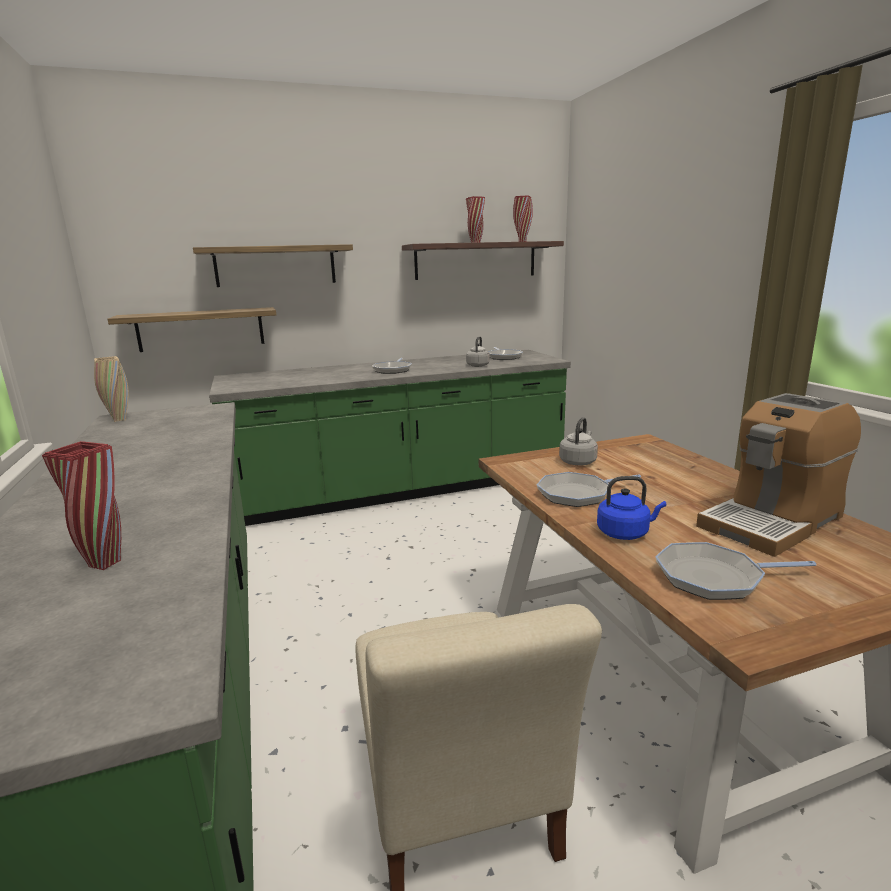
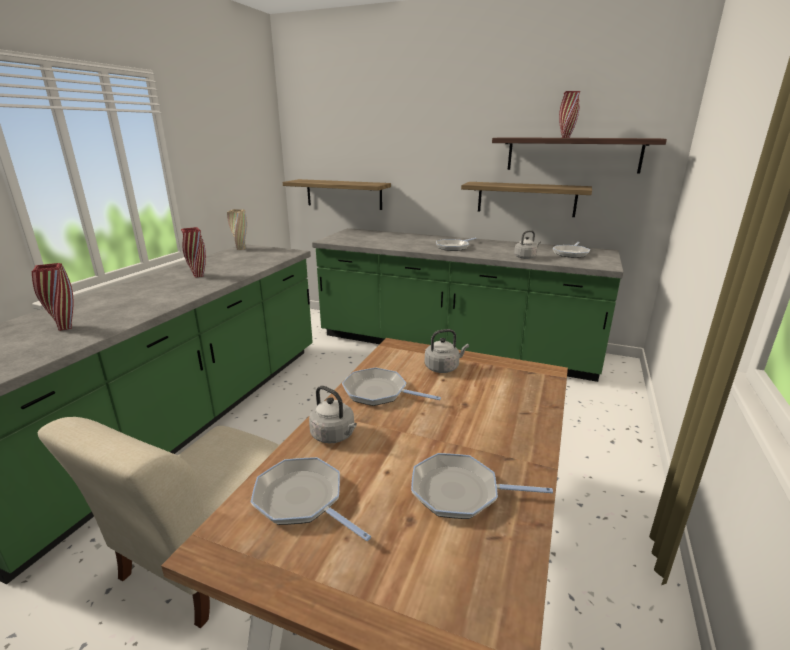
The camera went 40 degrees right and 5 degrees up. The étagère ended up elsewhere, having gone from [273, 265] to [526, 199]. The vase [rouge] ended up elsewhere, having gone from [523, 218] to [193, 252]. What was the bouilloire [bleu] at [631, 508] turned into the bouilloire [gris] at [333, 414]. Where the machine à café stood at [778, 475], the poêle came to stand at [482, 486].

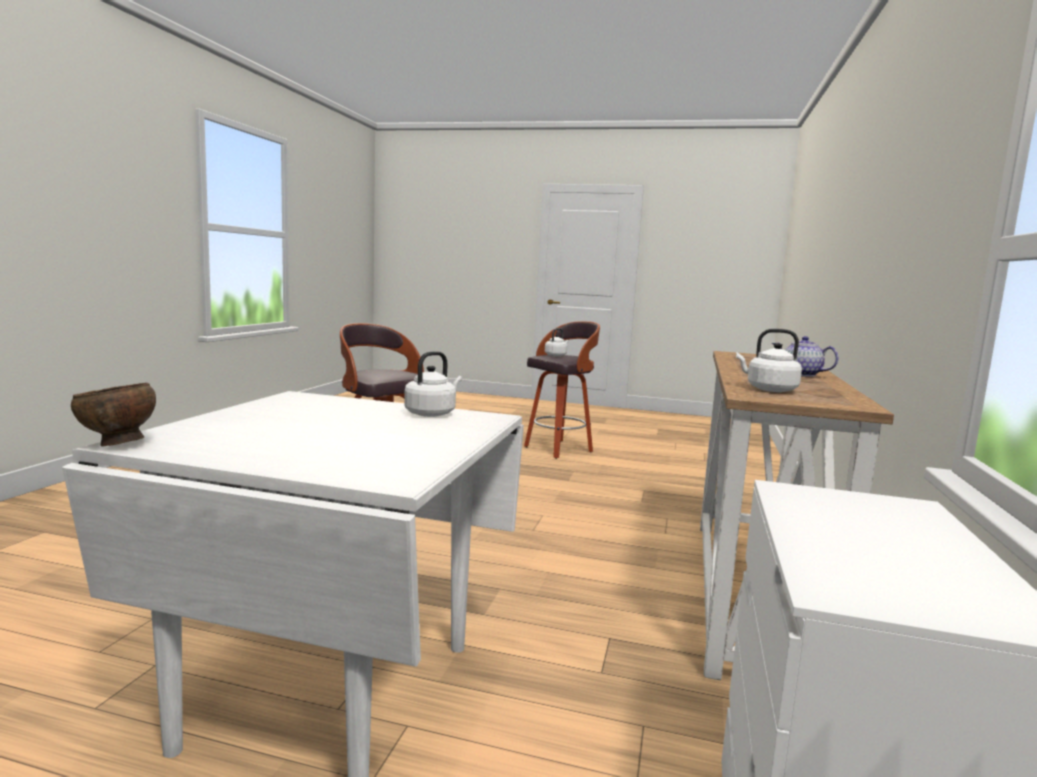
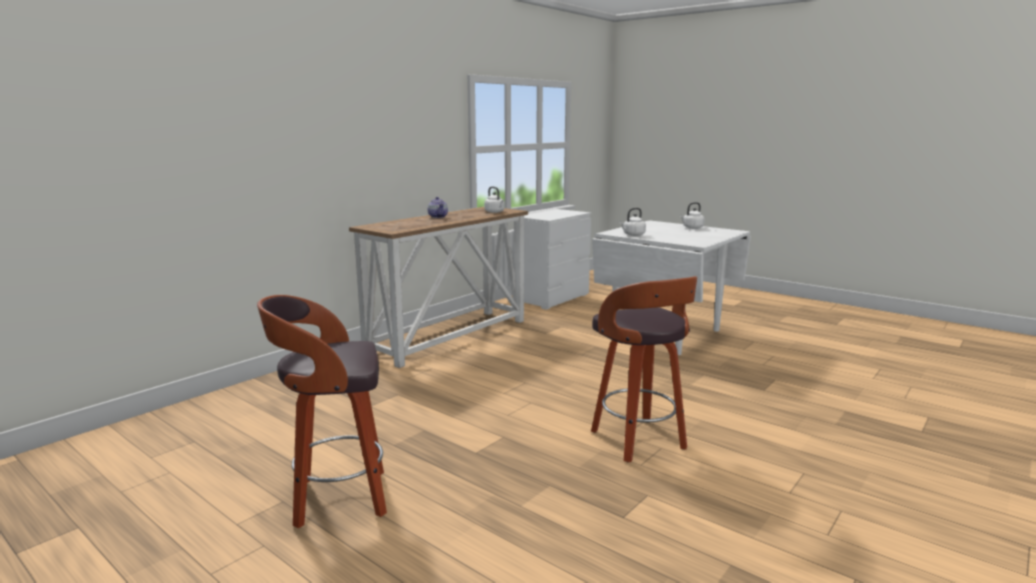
The camera went 155 degrees left and 5 degrees up. The second view lost the bol [marron] at [113, 415]. The bouilloire [blanc] ended up elsewhere, having gone from [557, 342] to [692, 215].

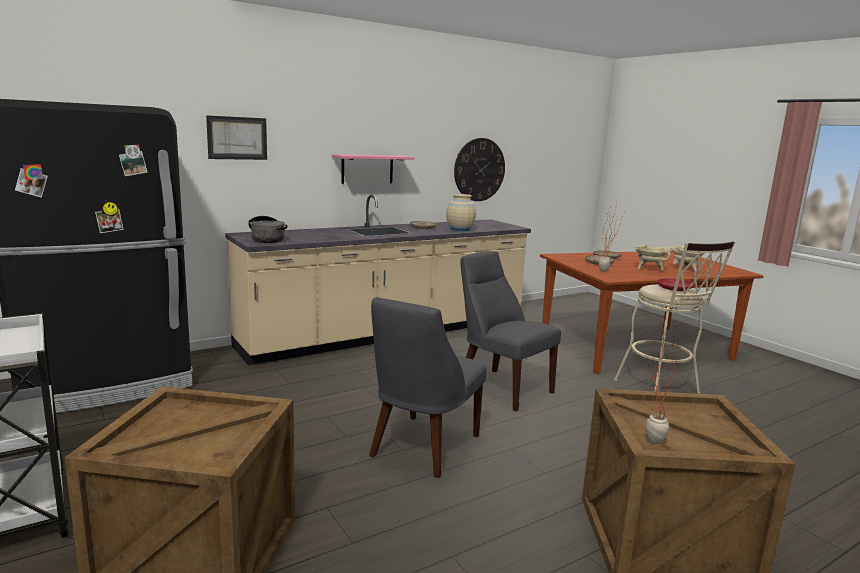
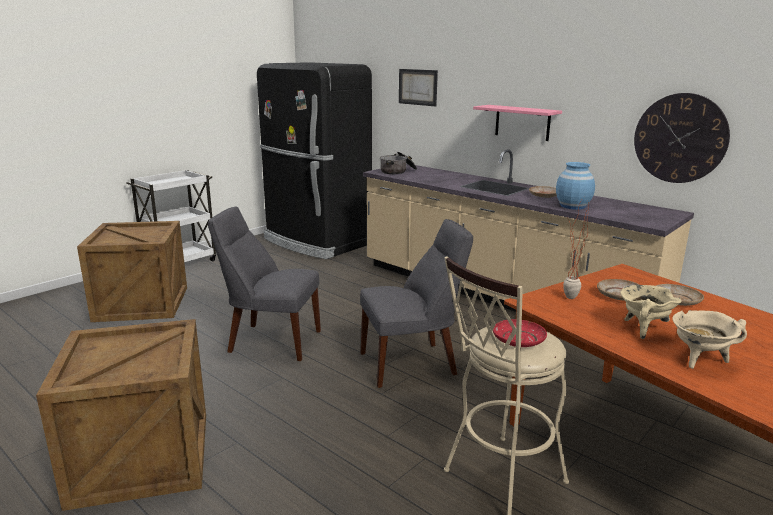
The camera went 75 degrees right and 5 degrees up. What was the vase [beige] at [461, 212] turned into the vase [bleu] at [575, 186]. The chaise [gris] at [510, 331] ended up facing another way, 45 degrees clockwise from before. The second view lost the plante en pot at [662, 377].

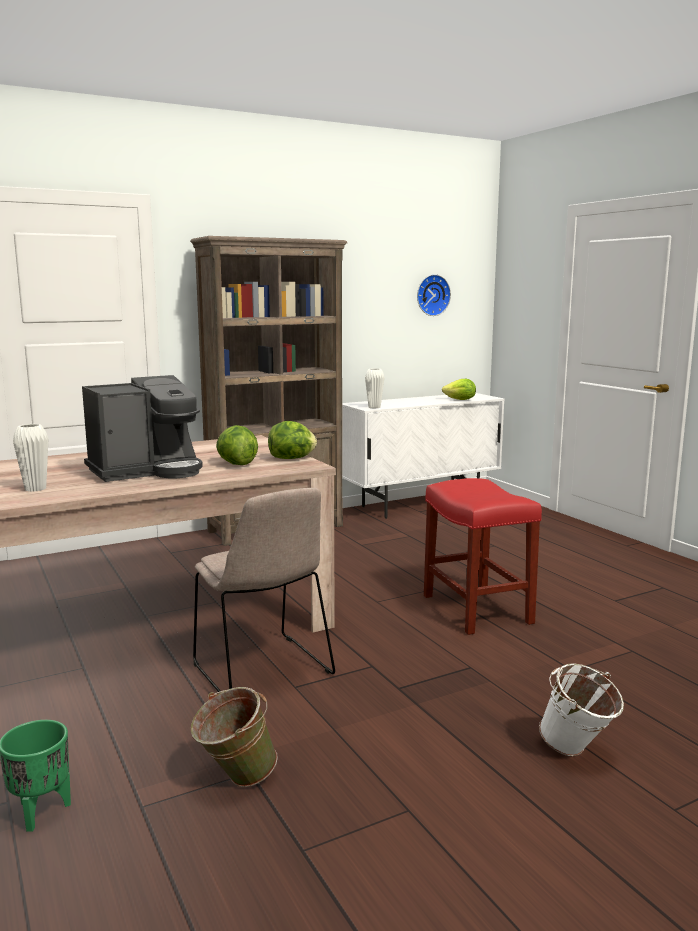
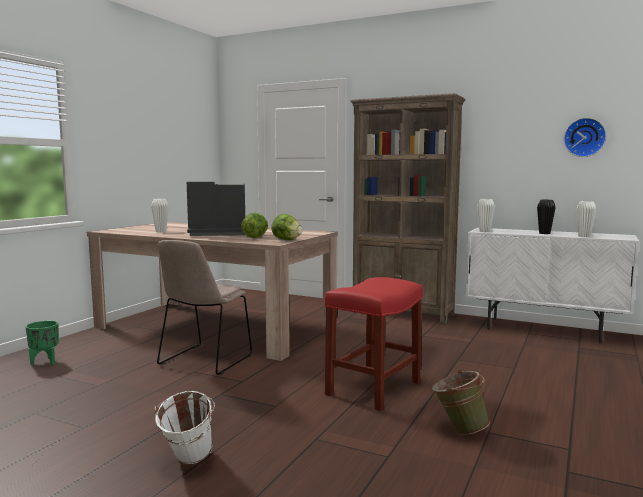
The camera went 55 degrees right and 5 degrees down. The machine à café at [142, 428] ended up facing another way, 150 degrees clockwise from before. The seau [vert] ended up elsewhere, having gone from [234, 737] to [461, 402]. Where the laitue stood at [459, 389], the vase [blanc] came to stand at [586, 219]. The second view gained the vase [noir] at [546, 217].

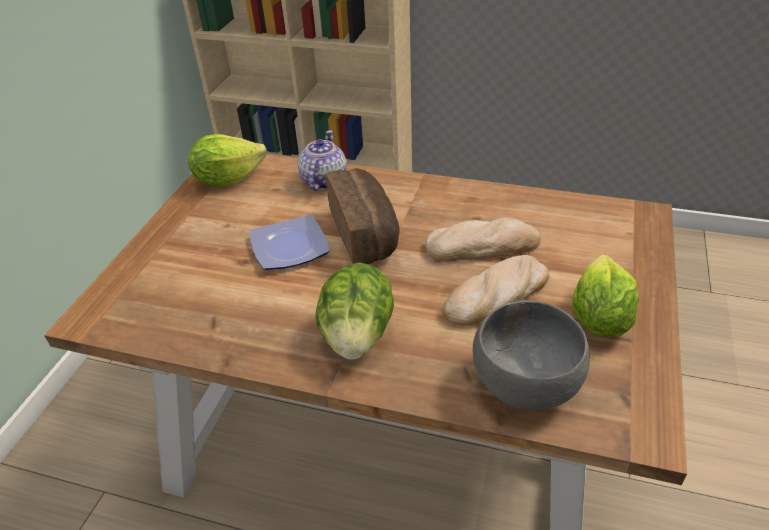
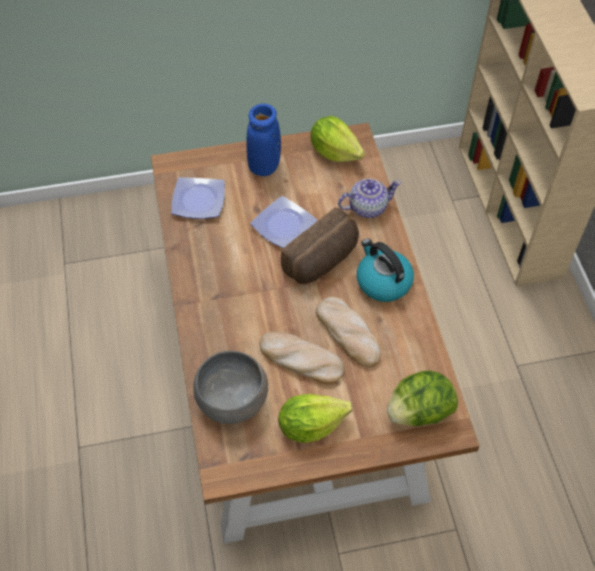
The camera went 60 degrees right and 15 degrees up. The laitue ended up elsewhere, having gone from [355, 311] to [422, 398]. The second view gained the assiette at [198, 198]. The second view gained the vase [bleu] at [263, 140]. The second view gained the bouilloire at [385, 270].

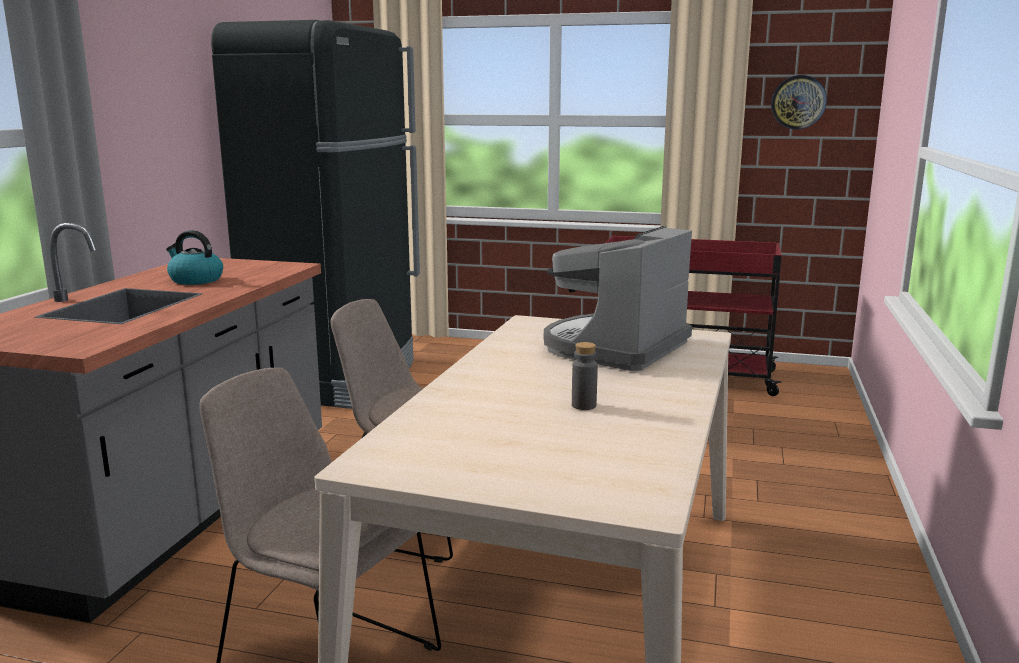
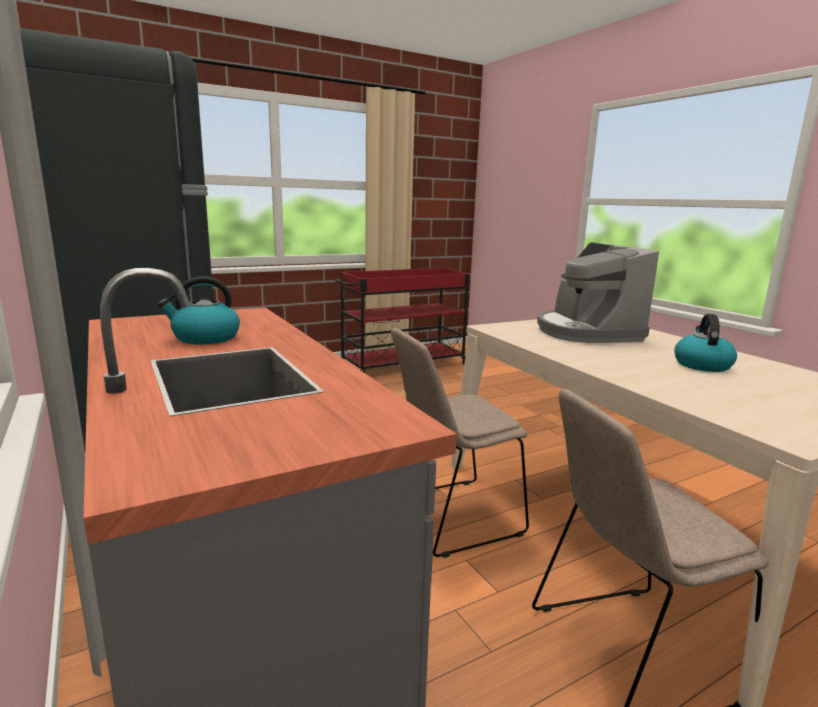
The camera went 45 degrees left and 0 degrees up. Where the bouteille [gris] stood at [585, 376], the bouilloire came to stand at [705, 343]. The second view lost the horloge murale at [799, 102].

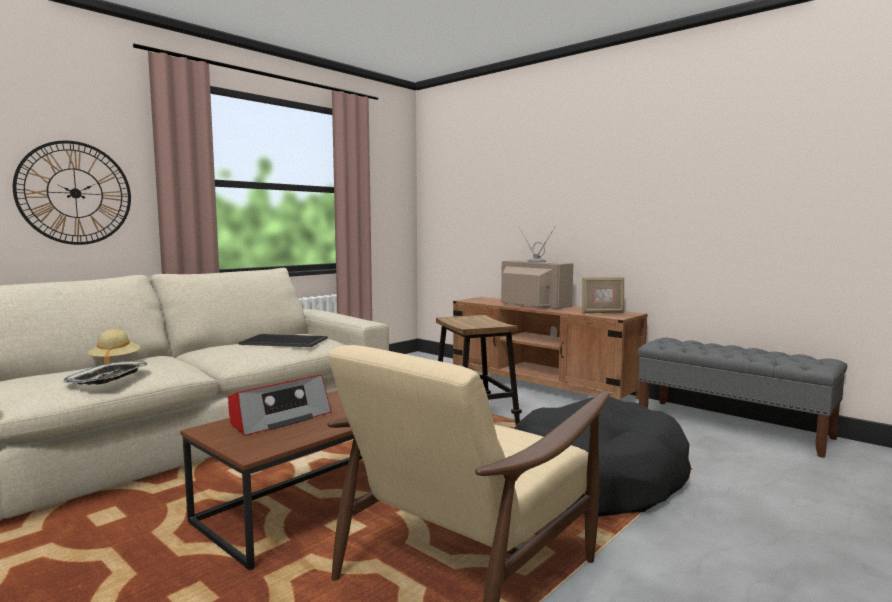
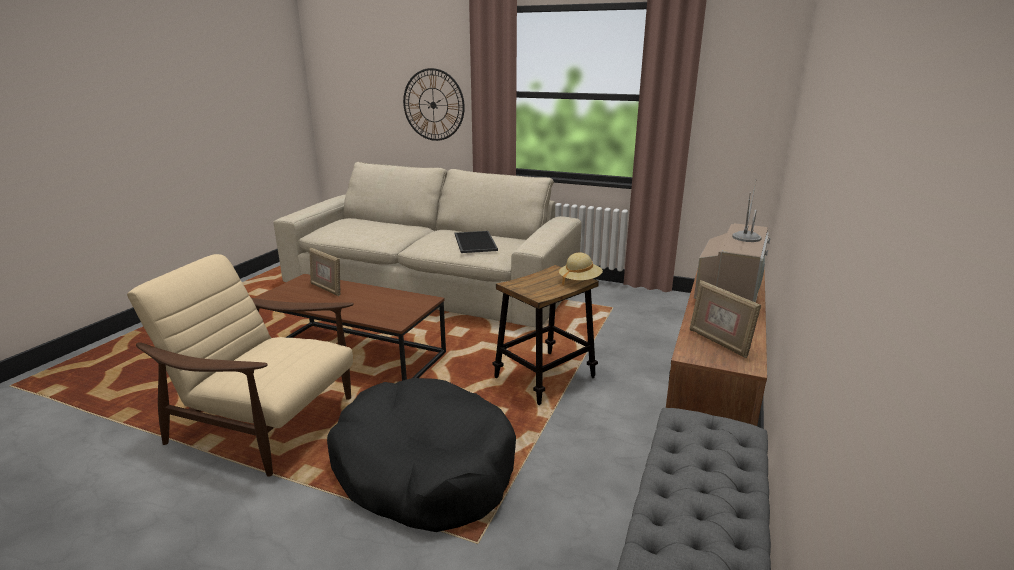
The camera went 70 degrees right and 15 degrees up. The second view lost the plateau at [106, 373]. The chapeau [beige] ended up elsewhere, having gone from [113, 346] to [581, 269]. Where the radio stood at [280, 405], the cadre photo came to stand at [325, 272].

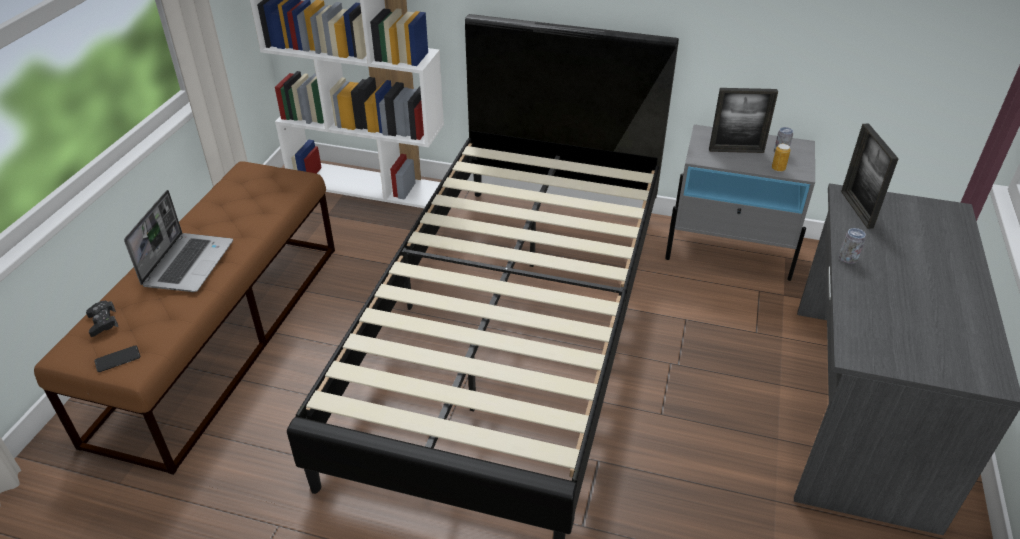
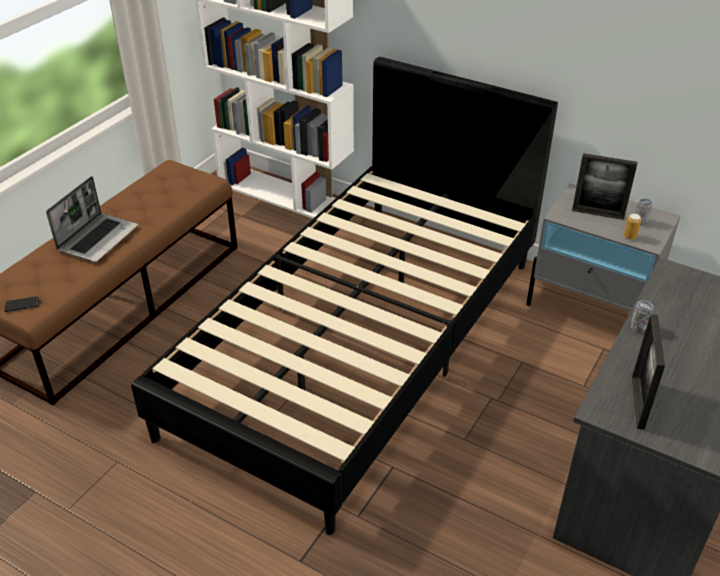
The camera went 15 degrees right and 0 degrees up. The second view lost the manette [noir] at [102, 319]. The cadre photo ended up elsewhere, having gone from [870, 176] to [648, 372].

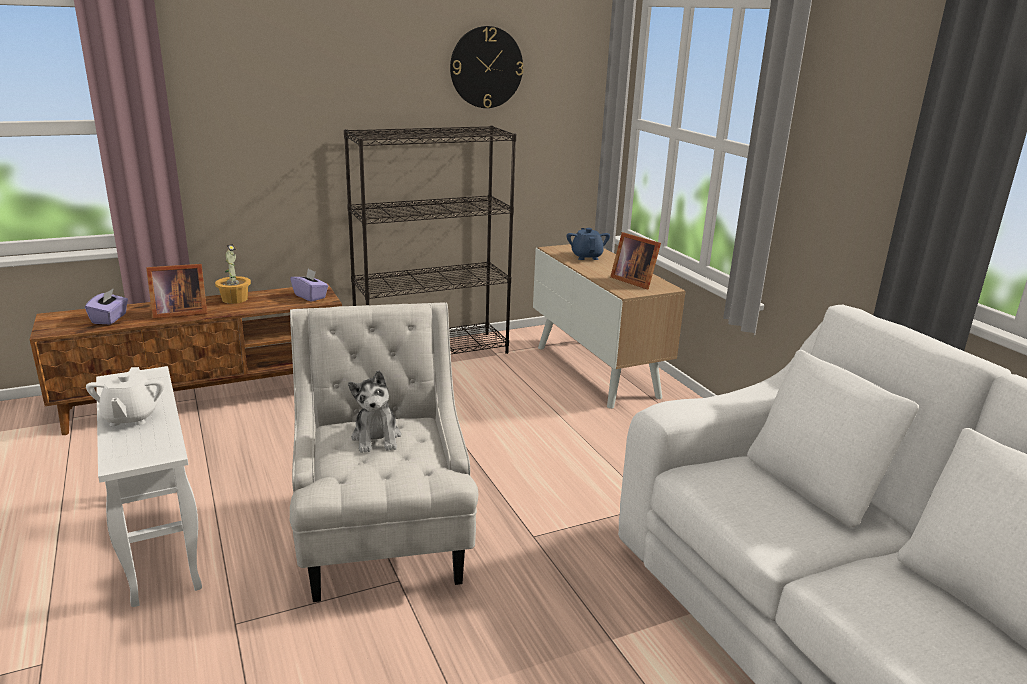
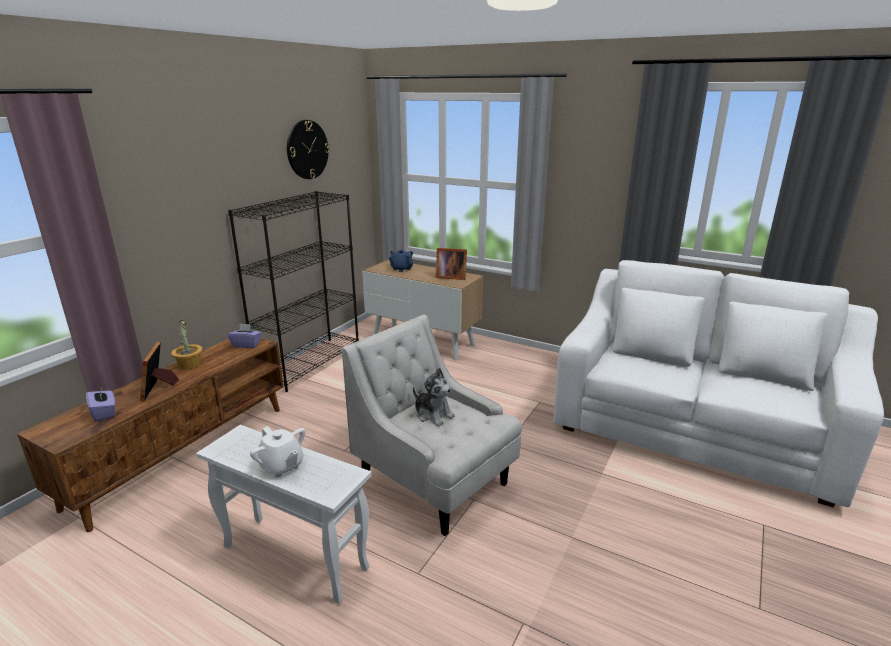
The camera went 35 degrees left and 0 degrees up. The cadre photo at [176, 291] ended up facing another way, 135 degrees clockwise from before.

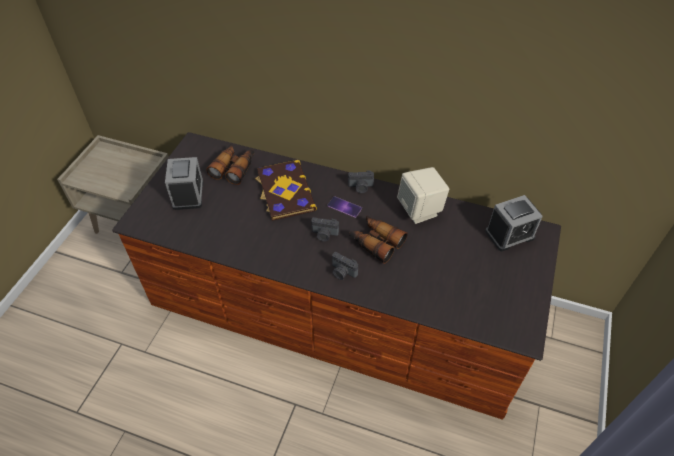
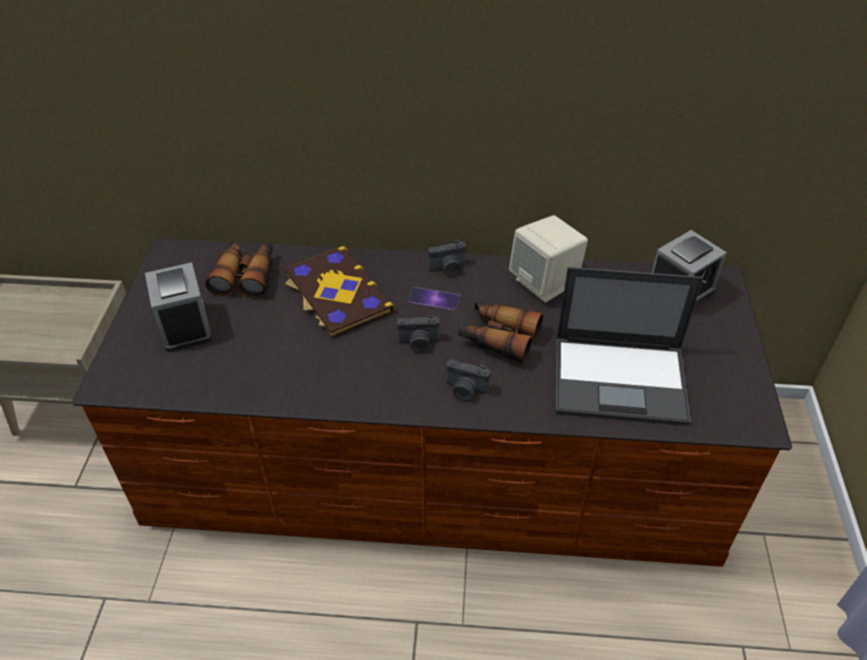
The camera went 15 degrees left and 5 degrees down. The second view gained the ordinateur portable at [629, 346].

